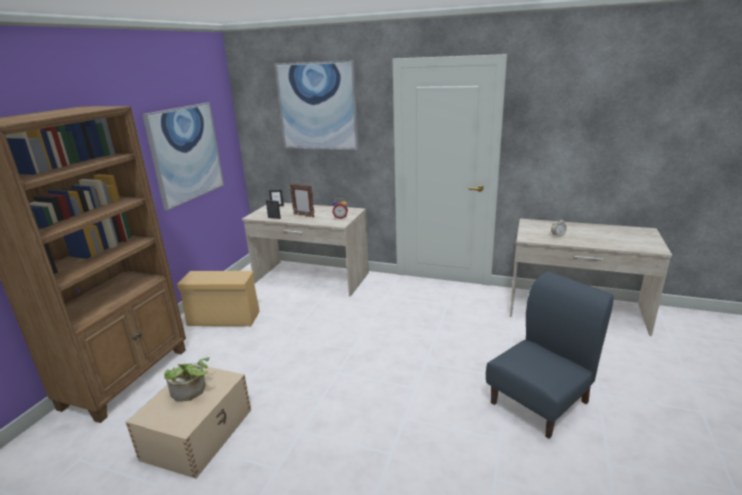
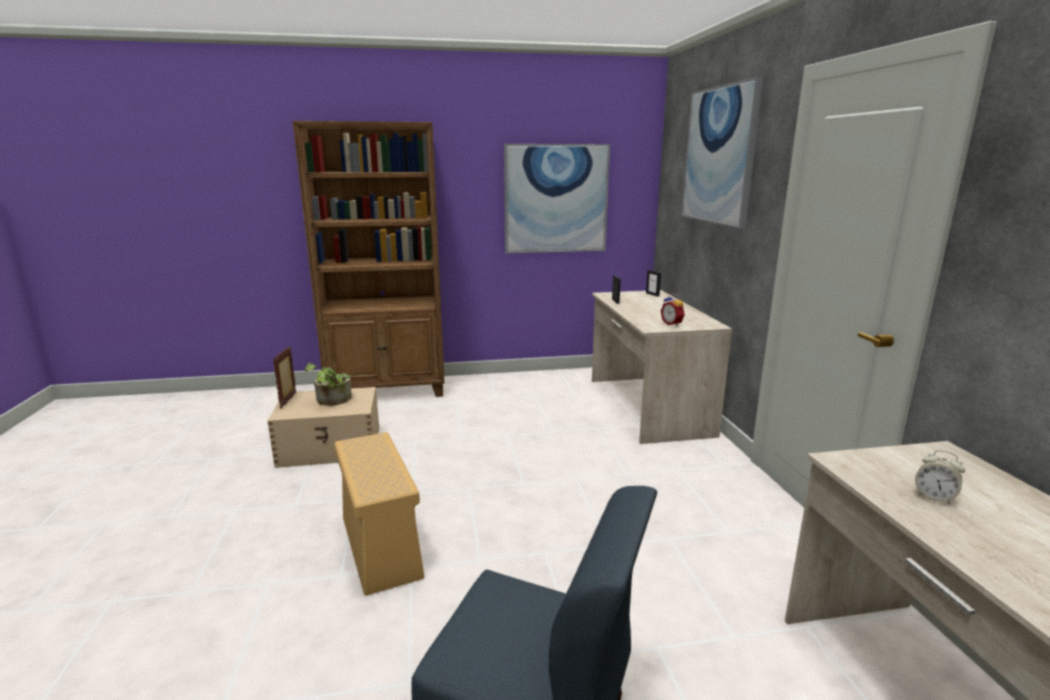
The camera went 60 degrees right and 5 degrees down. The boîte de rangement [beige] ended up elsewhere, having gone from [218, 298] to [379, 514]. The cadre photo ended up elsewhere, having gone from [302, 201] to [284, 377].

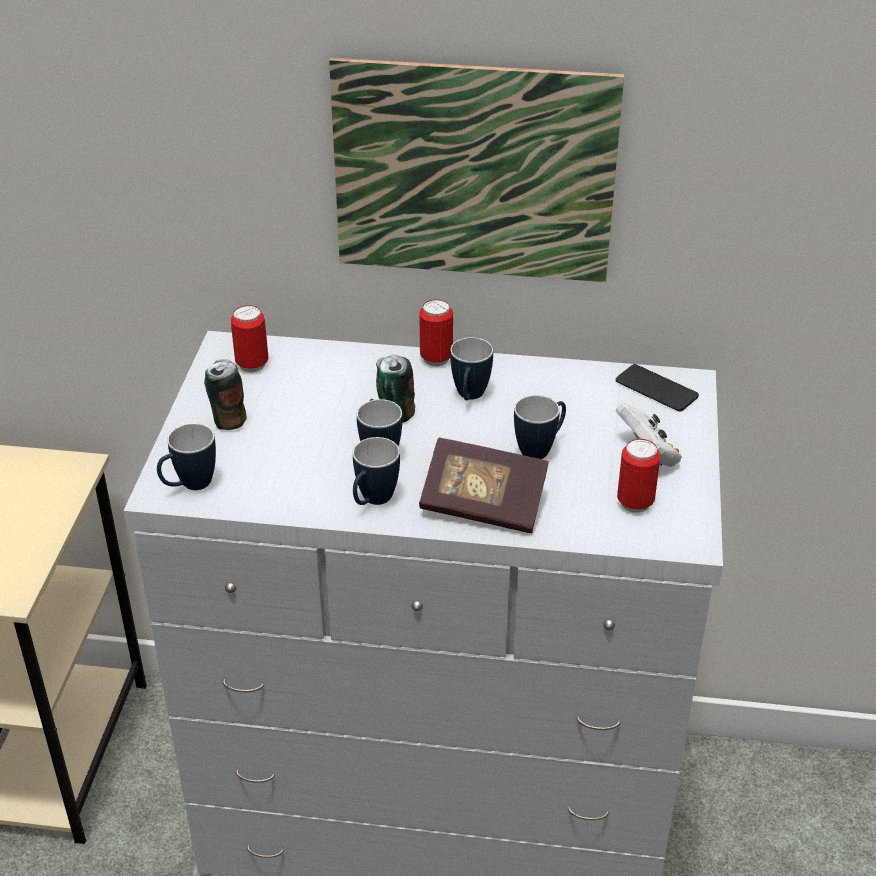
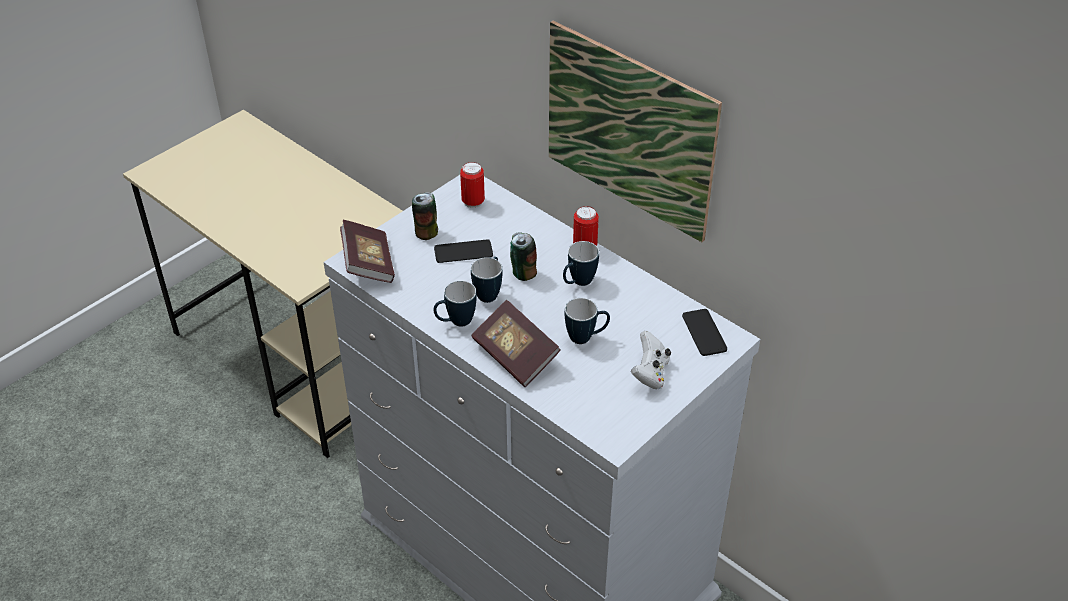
The camera went 35 degrees right and 5 degrees up. Where the mug stood at [186, 456], the livre came to stand at [367, 251]. The second view lost the boîte métallique at [639, 476]. The second view gained the téléphone at [463, 251].

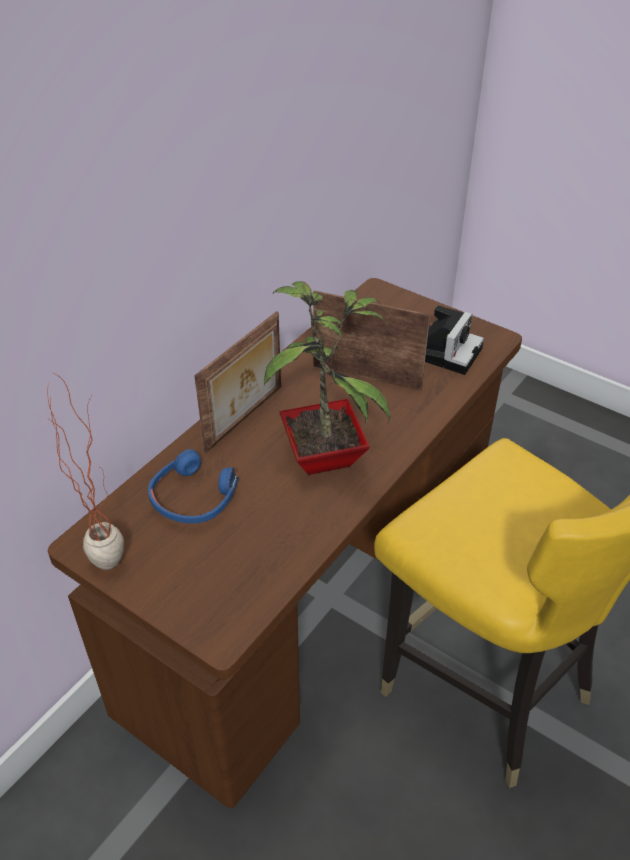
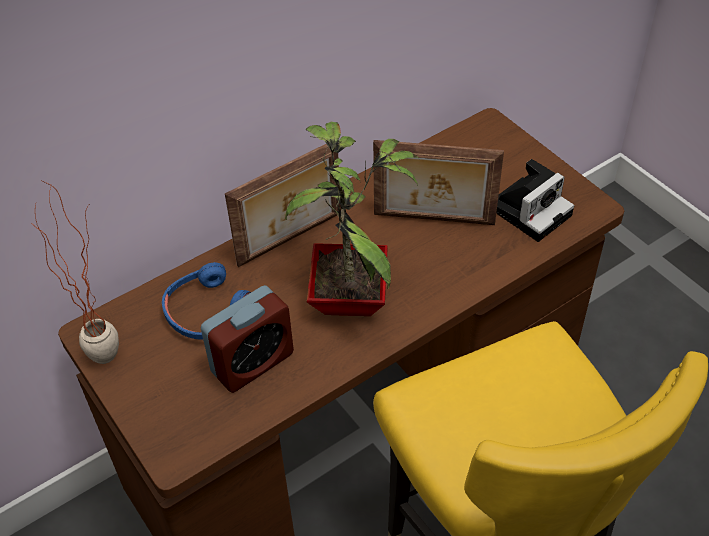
The camera went 20 degrees right and 5 degrees up. The cadre photo at [371, 340] ended up facing another way, 150 degrees clockwise from before. The second view gained the réveil at [247, 339].

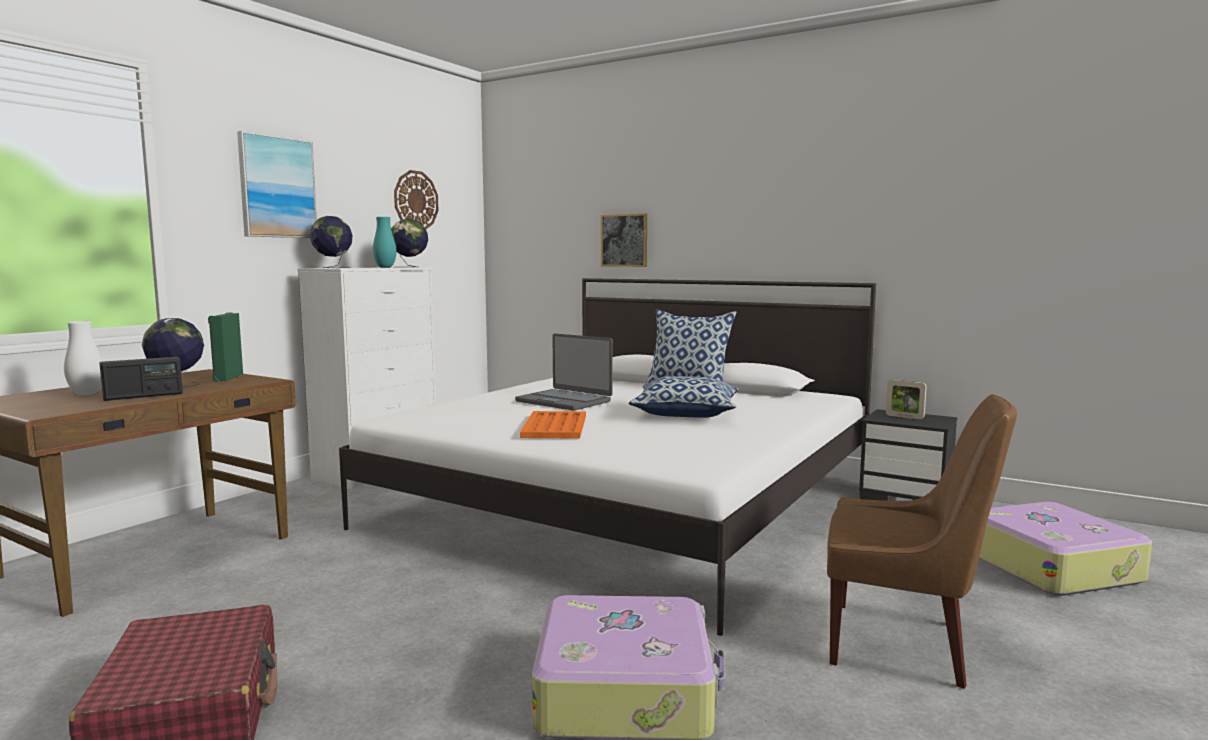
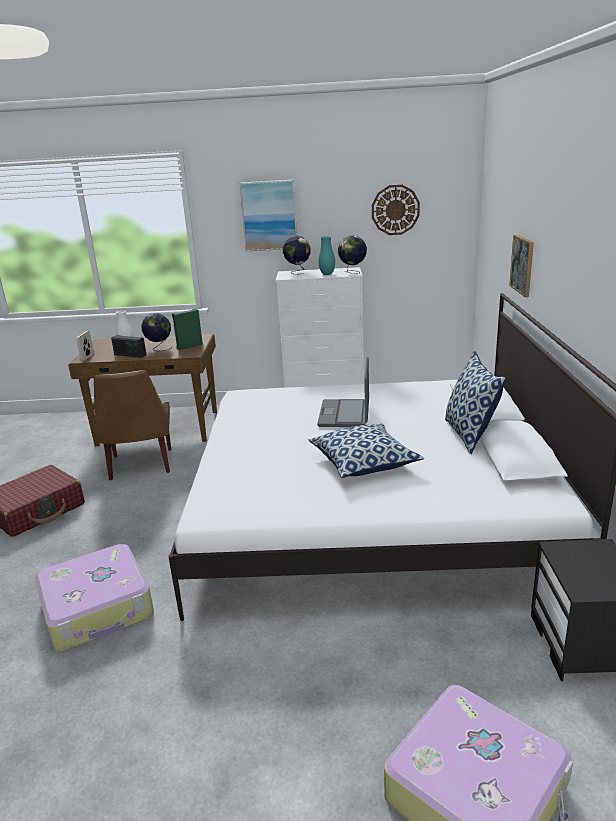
The camera went 60 degrees right and 15 degrees up. The second view lost the plateau [orange] at [553, 425]. The chaise [marron] ended up elsewhere, having gone from [922, 541] to [132, 425]. The cadre photo ended up elsewhere, having gone from [906, 400] to [85, 346].

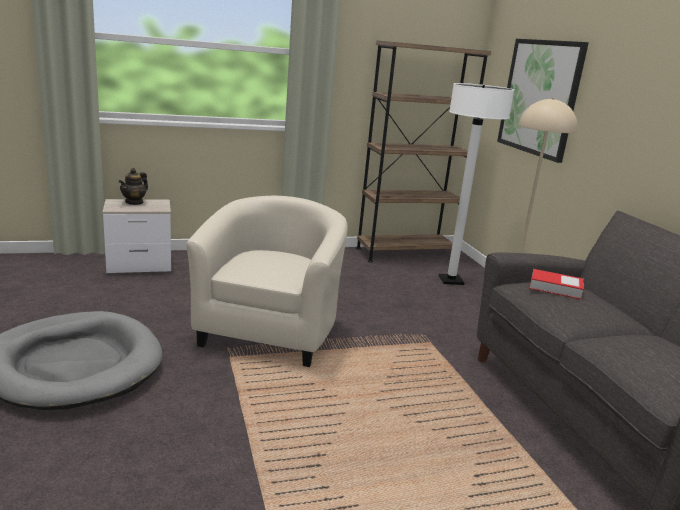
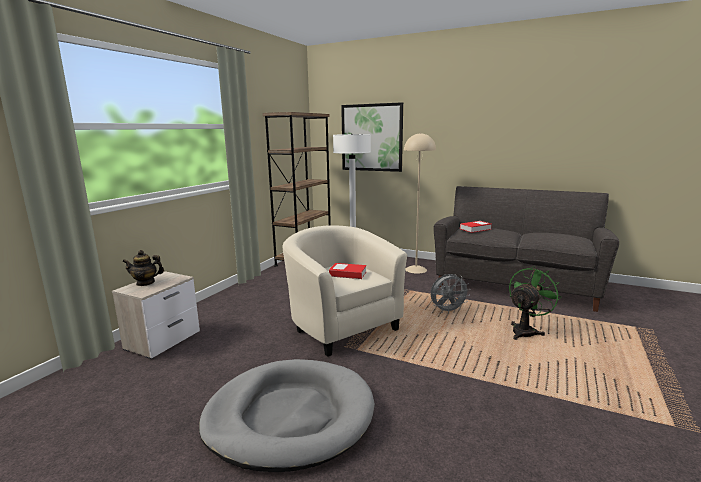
The camera went 45 degrees left and 5 degrees down. The théière at [133, 186] ended up facing another way, 105 degrees clockwise from before. The second view gained the livre at [347, 271]. The second view gained the ventilateur [gris] at [451, 293]. The second view gained the ventilateur [vert] at [535, 303].

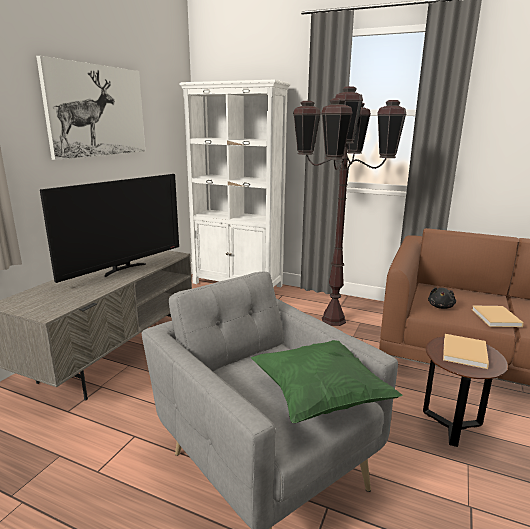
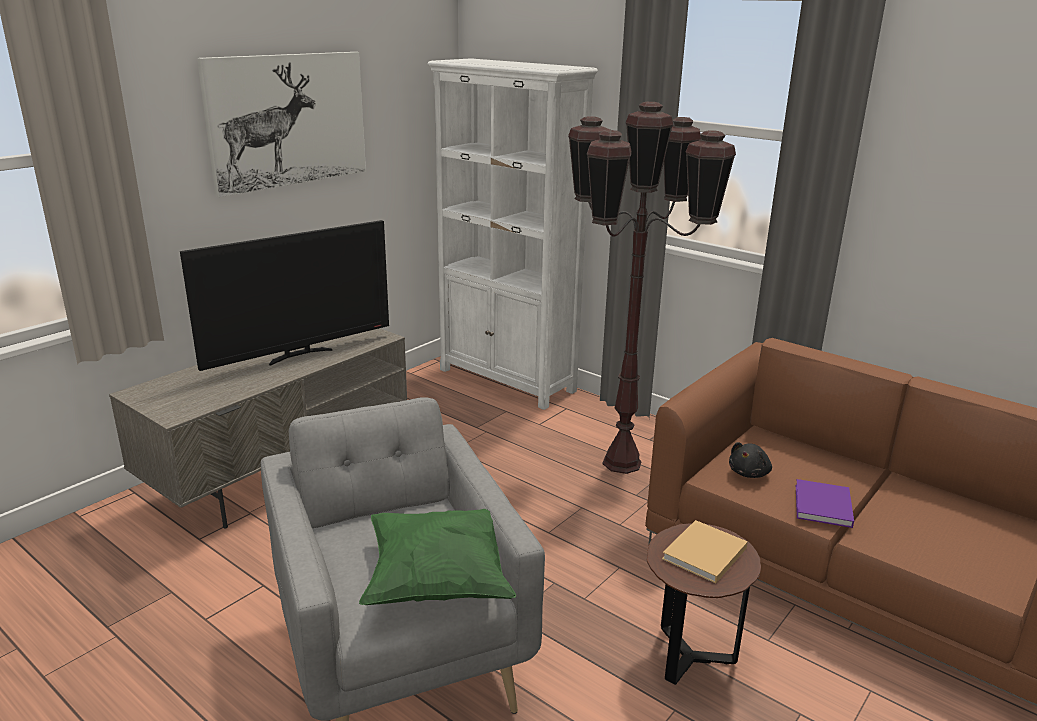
The camera went 15 degrees right and 5 degrees up. What was the livre [beige] at [498, 316] turned into the livre [violet] at [825, 503].

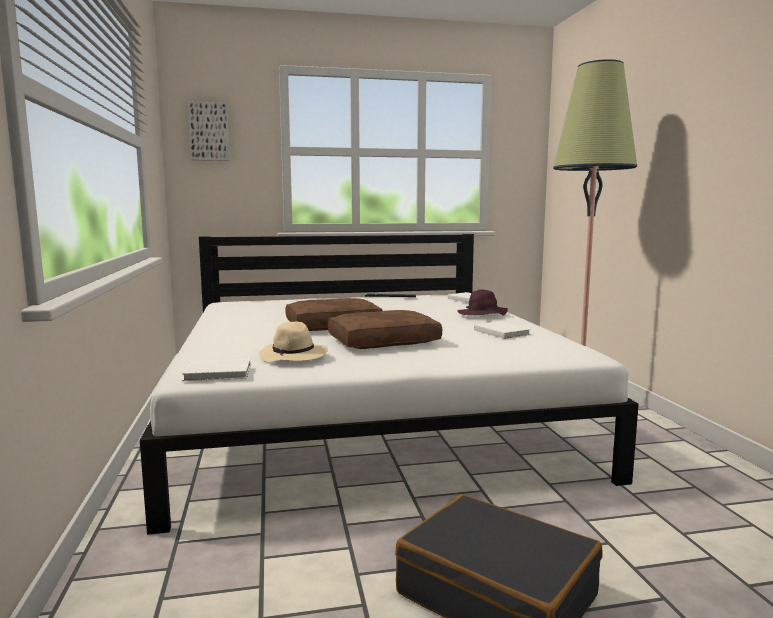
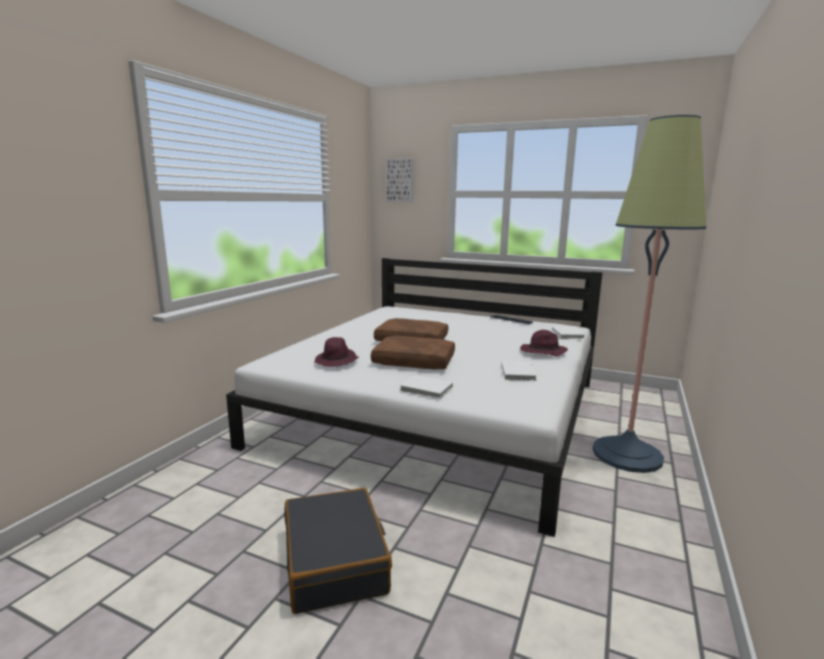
The camera went 35 degrees right and 5 degrees up. The livre [blanc] ended up elsewhere, having gone from [216, 370] to [426, 387]. What was the chapeau [beige] at [293, 342] turned into the chapeau [violet] at [336, 352].

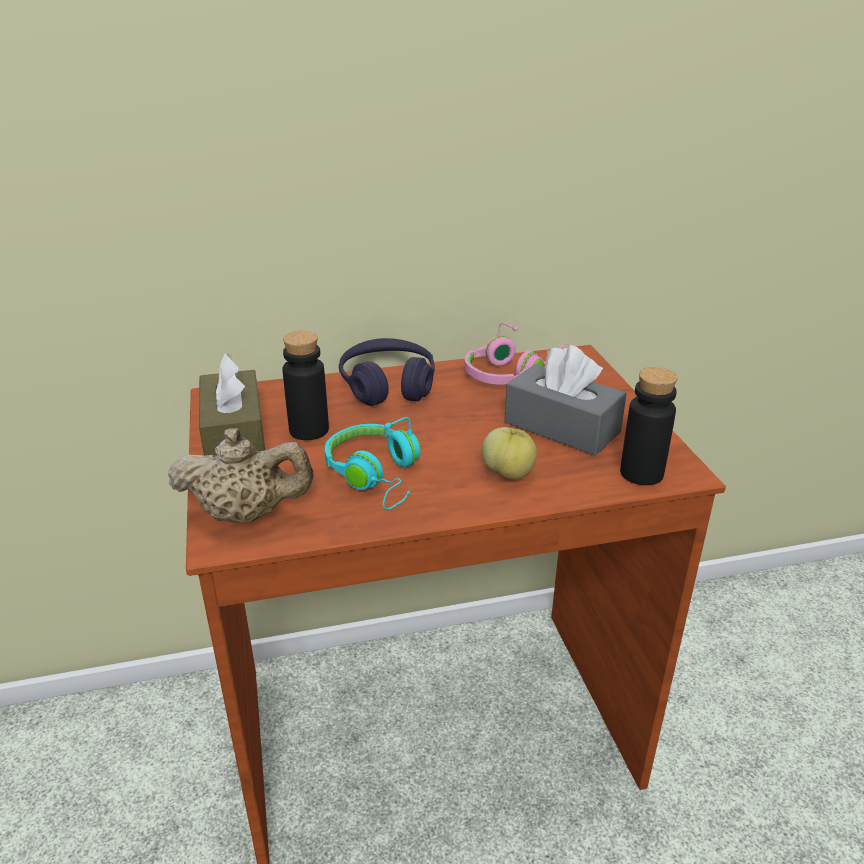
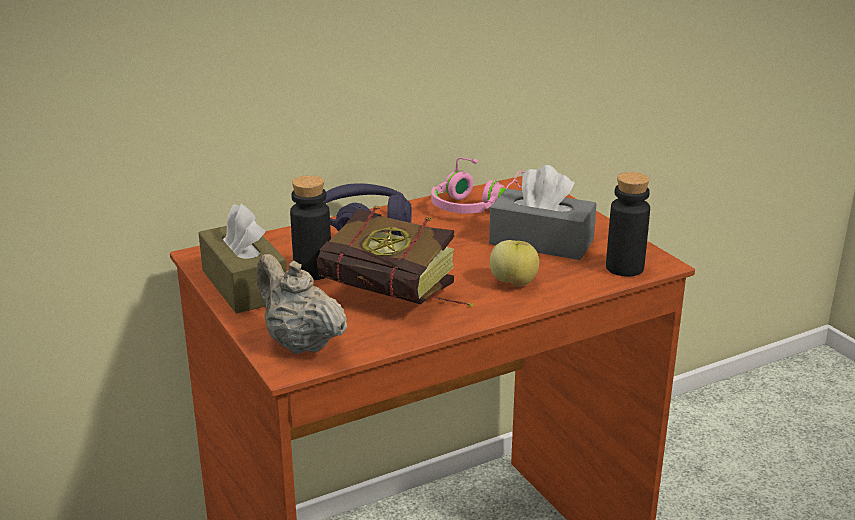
The camera went 15 degrees left and 5 degrees down. The théière [beige] at [240, 475] ended up facing another way, 120 degrees counterclockwise from before. Where the casque audio [turquoise] stood at [373, 463], the livre came to stand at [395, 256].

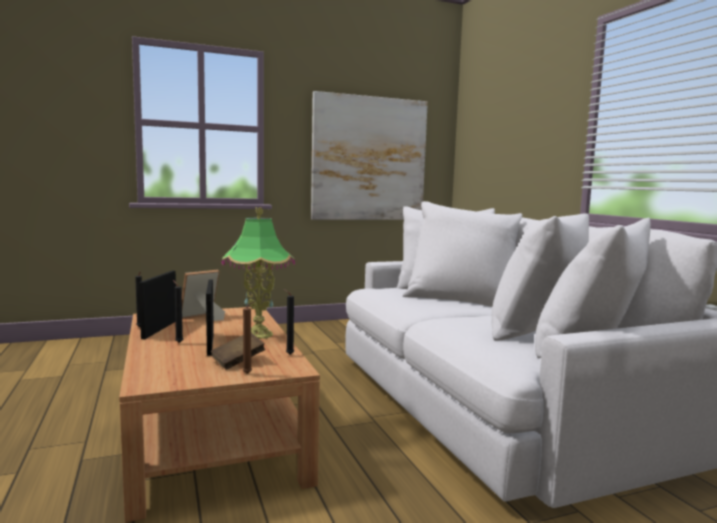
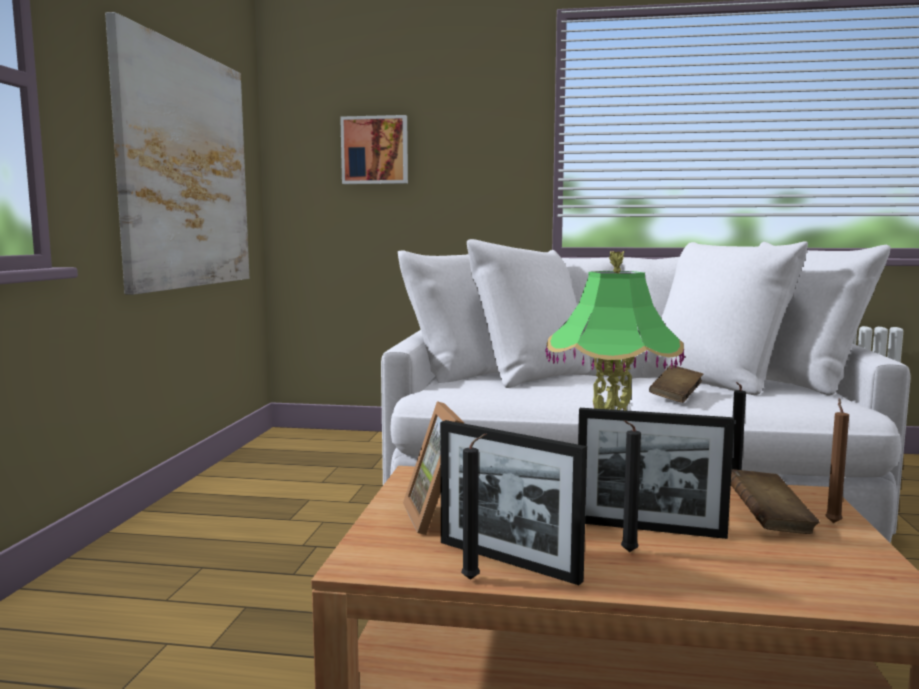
The camera went 60 degrees left and 0 degrees up. The second view gained the tableau at [374, 149]. The second view gained the livre [marron] at [676, 384].

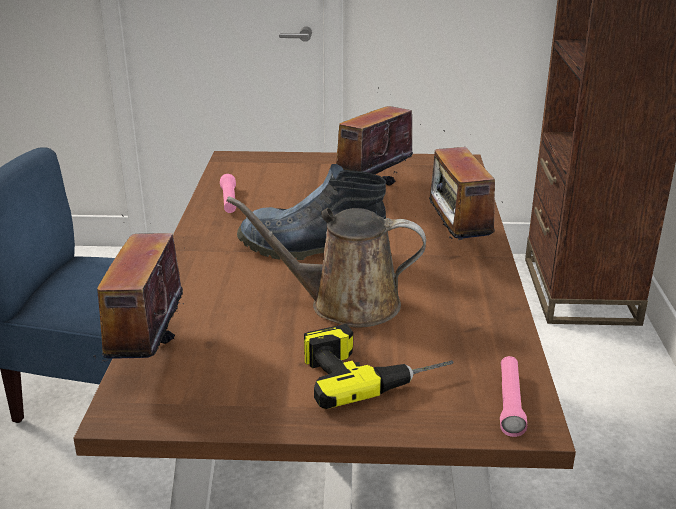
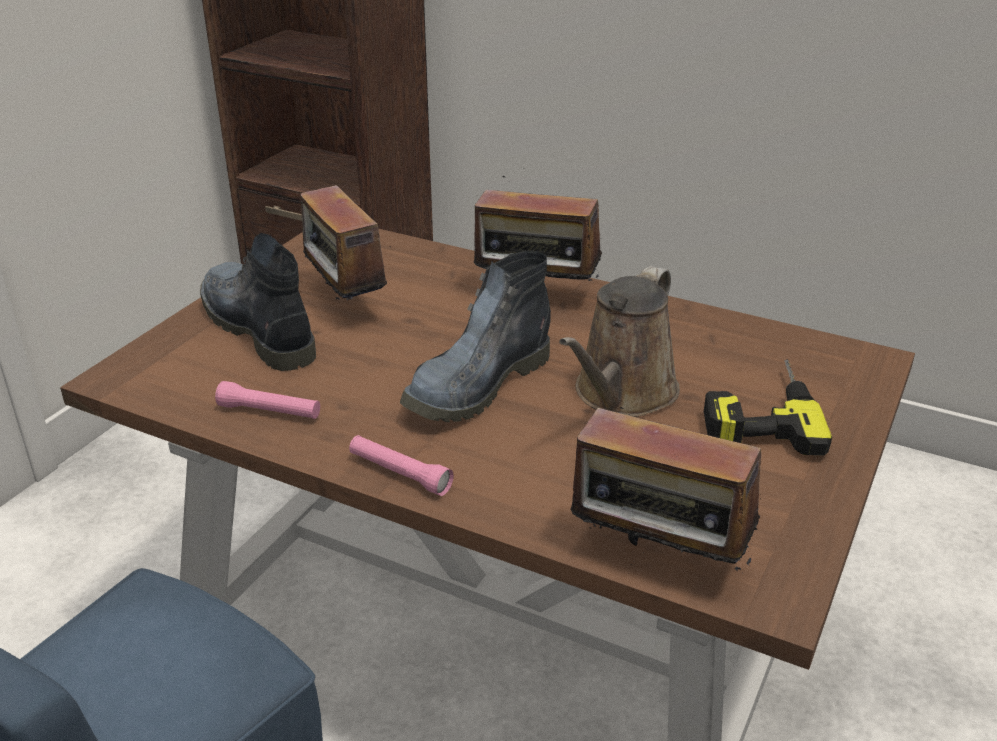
The camera went 65 degrees left and 5 degrees up. The lampe de poche [rose] ended up elsewhere, having gone from [513, 396] to [401, 465]. The second view gained the botte at [258, 302].

